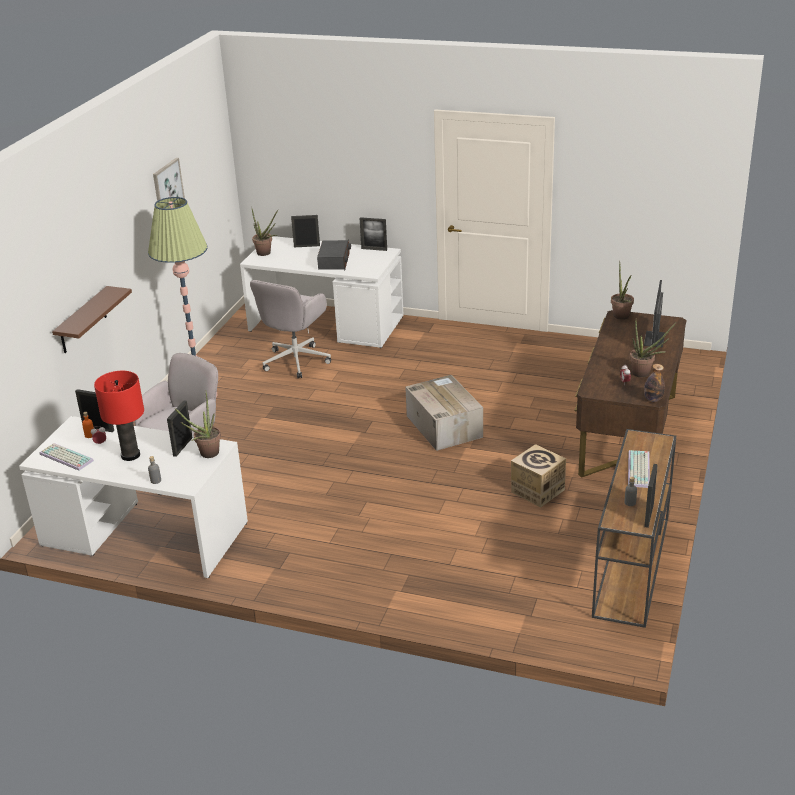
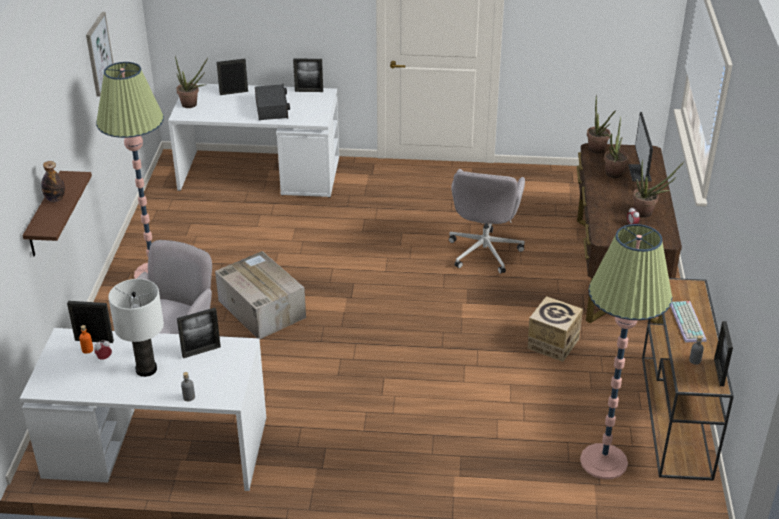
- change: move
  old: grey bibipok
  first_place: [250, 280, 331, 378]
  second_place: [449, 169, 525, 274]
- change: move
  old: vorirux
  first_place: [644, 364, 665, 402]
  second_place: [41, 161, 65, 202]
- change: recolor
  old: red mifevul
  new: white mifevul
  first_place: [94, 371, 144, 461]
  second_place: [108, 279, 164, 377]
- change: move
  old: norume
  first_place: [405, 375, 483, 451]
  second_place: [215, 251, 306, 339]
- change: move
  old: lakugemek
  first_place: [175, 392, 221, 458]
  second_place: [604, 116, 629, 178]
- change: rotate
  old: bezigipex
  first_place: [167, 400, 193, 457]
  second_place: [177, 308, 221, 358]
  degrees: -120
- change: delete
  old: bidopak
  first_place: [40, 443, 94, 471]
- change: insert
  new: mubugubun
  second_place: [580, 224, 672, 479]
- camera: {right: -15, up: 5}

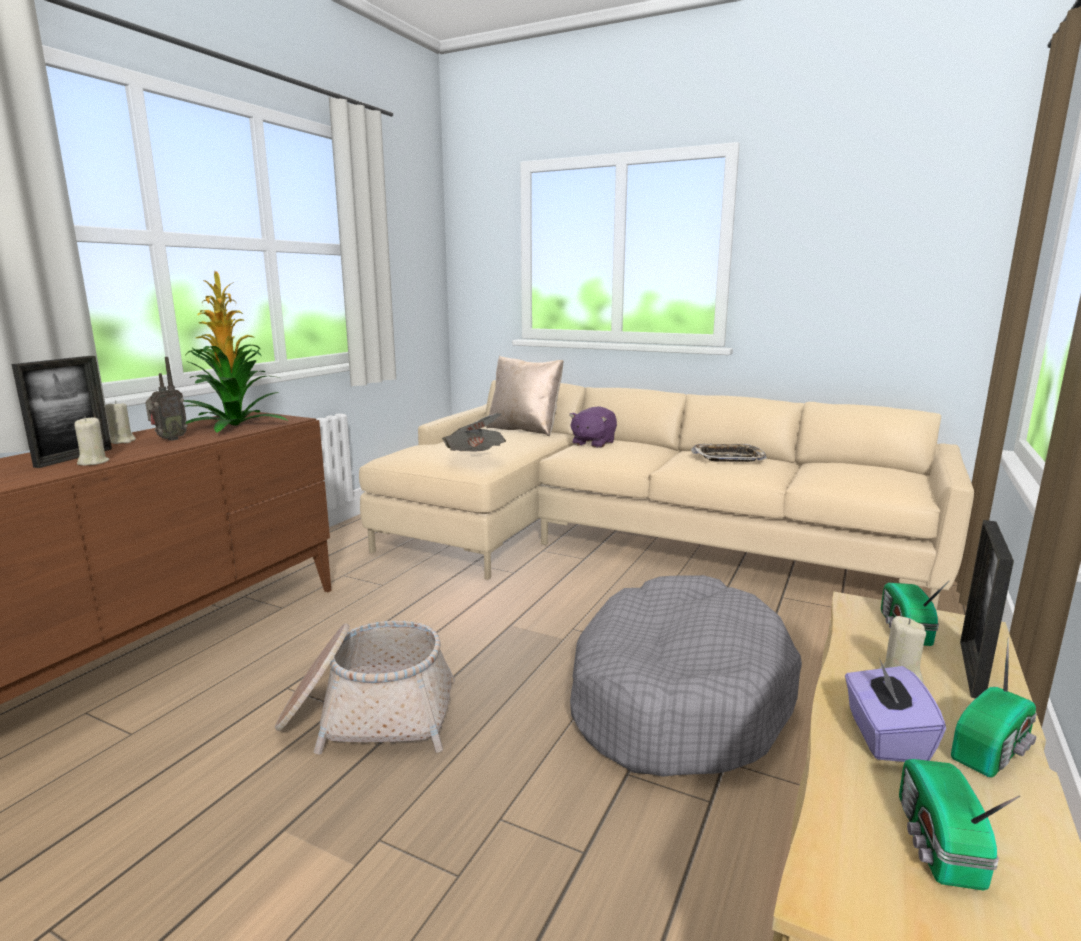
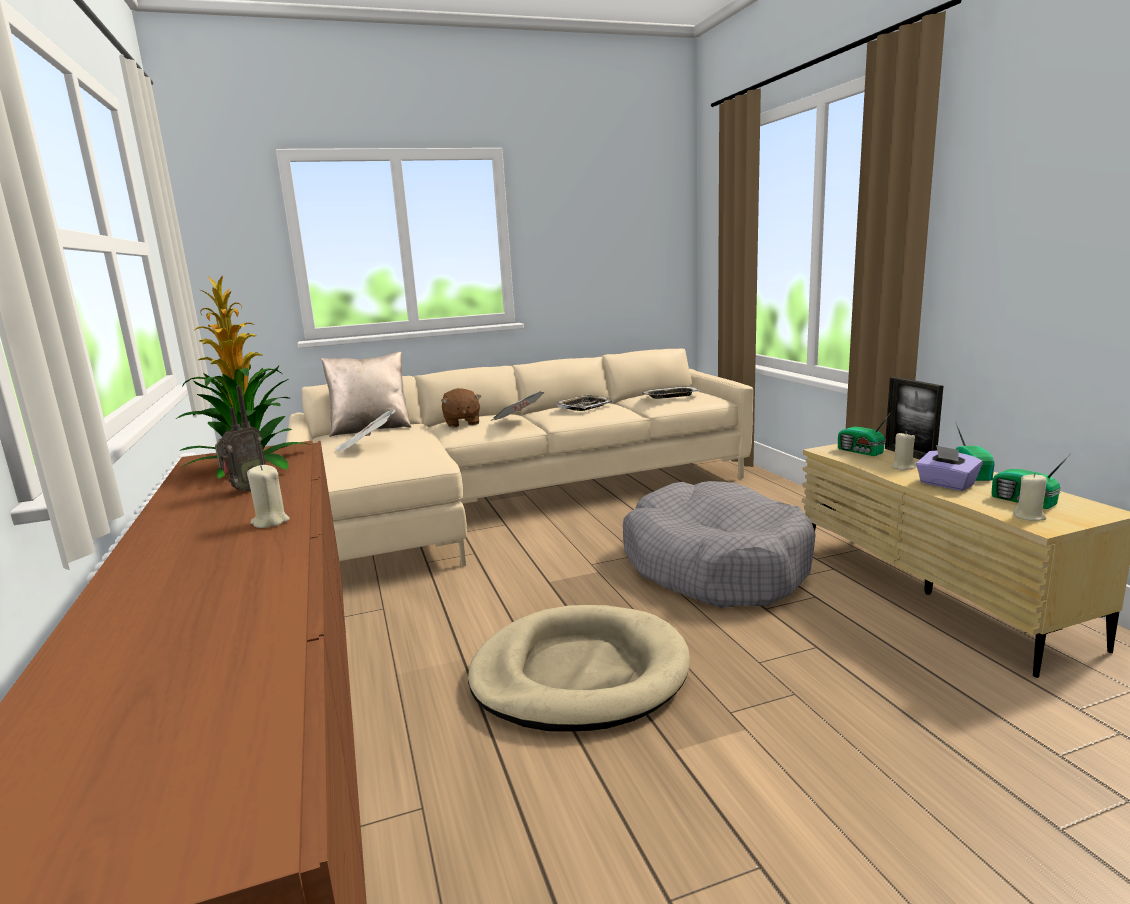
- change: delete
  old: bezigipex
  first_place: [12, 356, 112, 468]
- change: rotate
  old: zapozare
  first_place: [145, 357, 188, 441]
  second_place: [215, 386, 266, 492]
  degrees: 45
- change: move
  old: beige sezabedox
  first_place: [105, 400, 136, 444]
  second_place: [1013, 473, 1047, 521]
- change: recolor
  old: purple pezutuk
  new: brown pezutuk
  first_place: [569, 407, 617, 448]
  second_place: [441, 388, 482, 428]
- change: move
  old: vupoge
  first_place: [442, 429, 506, 452]
  second_place: [490, 391, 544, 421]
- change: replace
  old: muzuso
  new: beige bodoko
  first_place: [275, 621, 455, 755]
  second_place: [468, 605, 690, 732]
- change: insert
  new: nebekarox
  second_place: [642, 386, 700, 399]
- camera: {right: -45, up: 0}

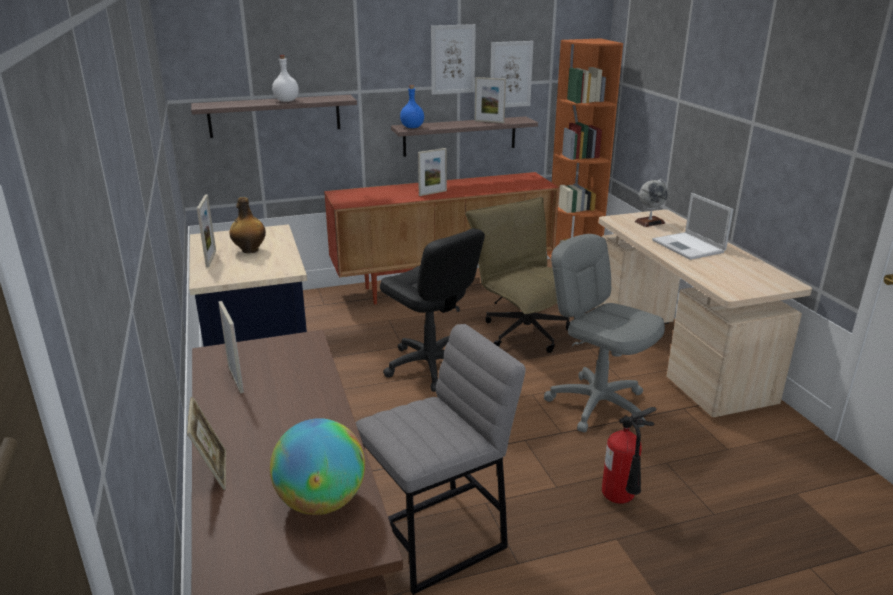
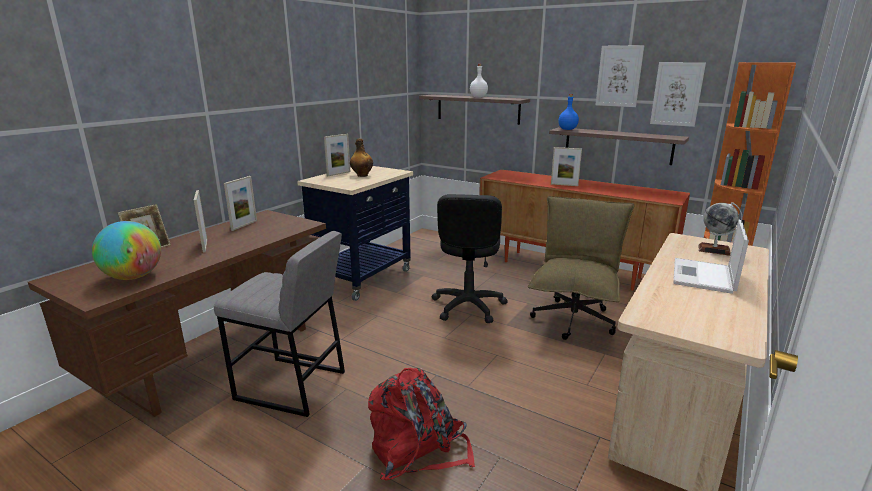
- change: move
  old: bezigipex
  first_place: [475, 77, 506, 123]
  second_place: [194, 190, 207, 253]
- change: delete
  old: grey bibipok
  first_place: [544, 234, 665, 432]
- change: replace
  old: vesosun
  new: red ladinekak
  first_place: [602, 407, 656, 504]
  second_place: [368, 368, 475, 481]
- camera: {right: 50, up: -5}

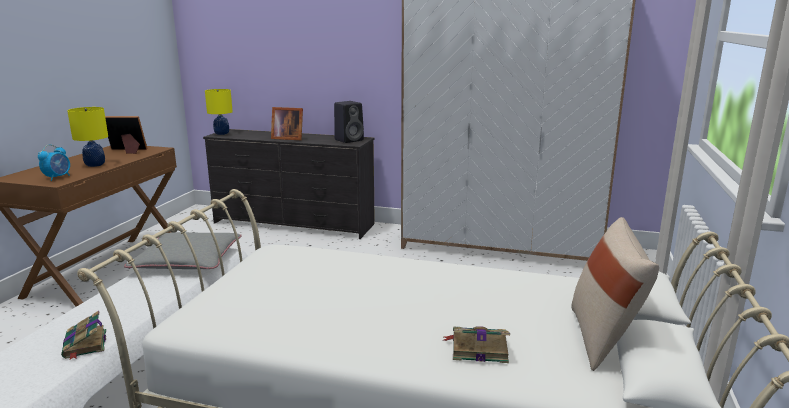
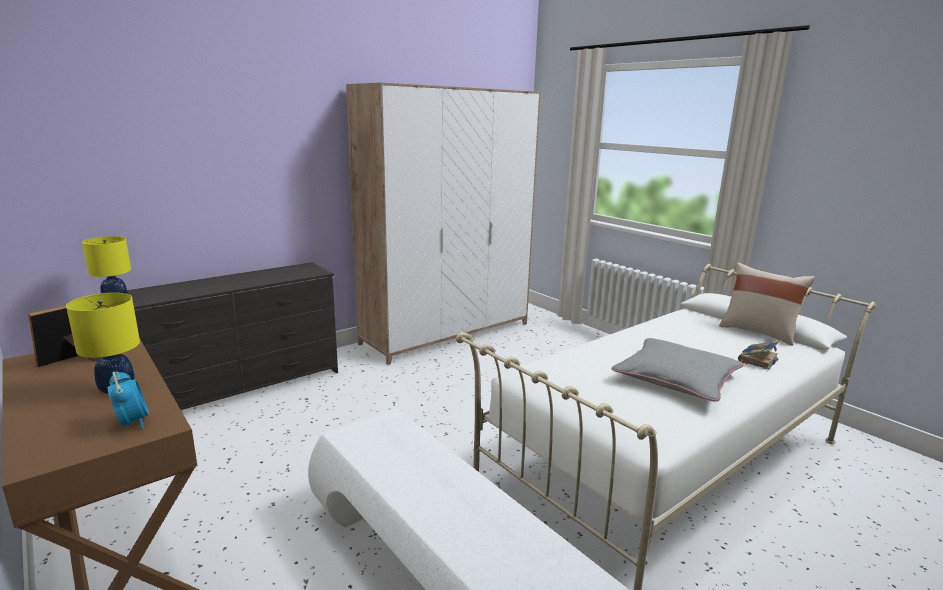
- change: delete
  old: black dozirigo
  first_place: [334, 101, 364, 143]
- change: delete
  old: bezigipex
  first_place: [271, 107, 303, 140]
- change: move
  old: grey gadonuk
  first_place: [124, 232, 242, 269]
  second_place: [612, 338, 744, 402]
- change: delete
  old: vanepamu
  first_place: [61, 311, 106, 360]
- camera: {right: -55, up: 0}

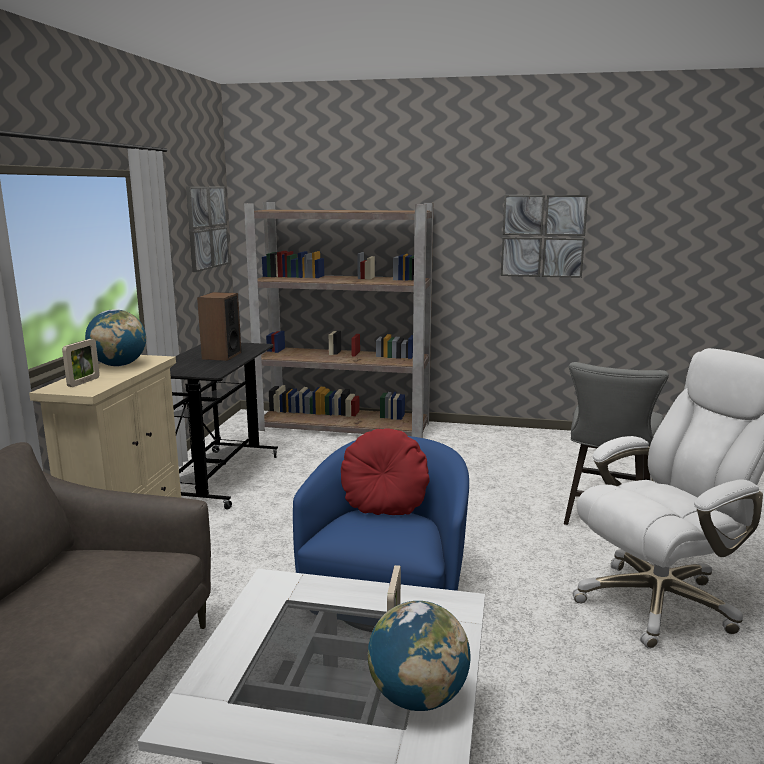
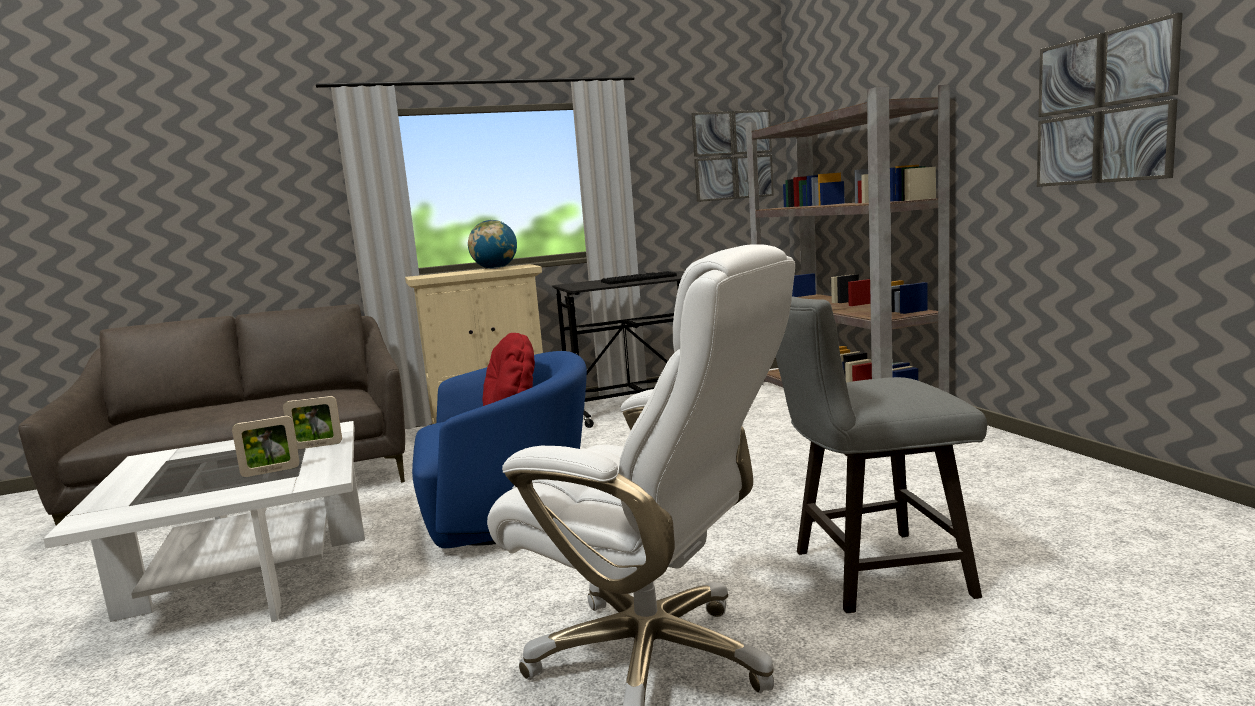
- change: replace
  old: dozirigo
  new: bidopak
  first_place: [197, 292, 242, 361]
  second_place: [601, 271, 677, 284]
- change: move
  old: bezigipex
  first_place: [62, 339, 100, 387]
  second_place: [283, 396, 342, 449]
- change: delete
  old: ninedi
  first_place: [367, 601, 470, 711]
- camera: {right: 60, up: -5}

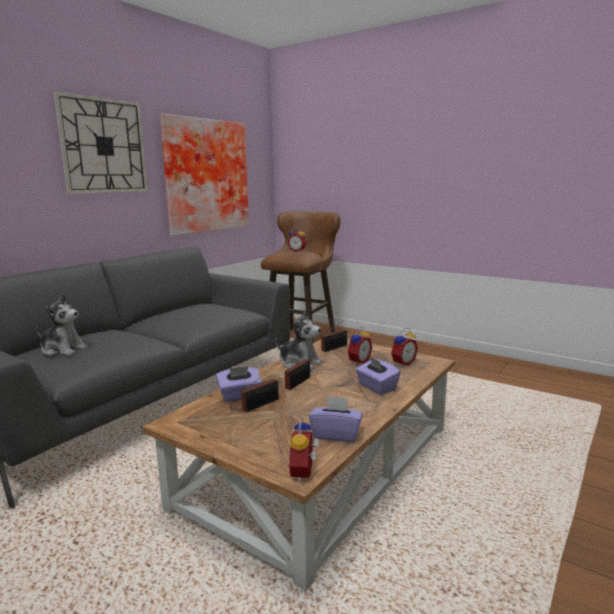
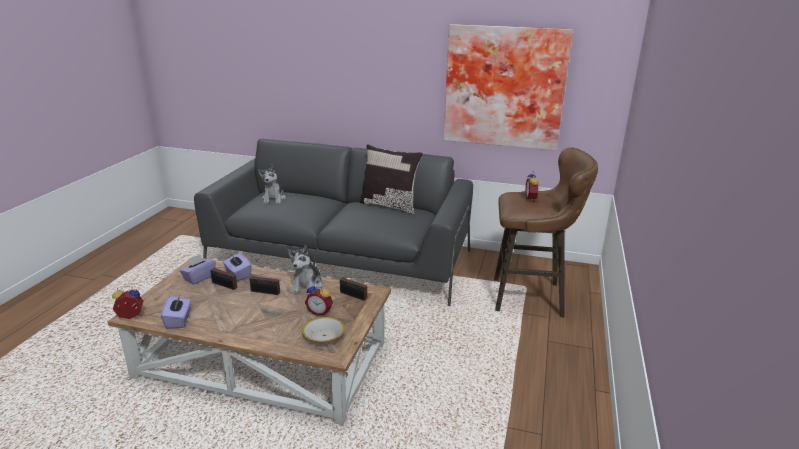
- change: delete
  old: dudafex
  first_place: [53, 91, 148, 194]
- change: replace
  old: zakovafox
  new: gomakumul
  first_place: [391, 328, 418, 367]
  second_place: [302, 317, 345, 343]
- change: move
  old: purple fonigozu
  first_place: [356, 356, 401, 395]
  second_place: [180, 254, 216, 285]
- change: insert
  new: gadonuk
  second_place: [360, 144, 423, 214]
- camera: {right: 70, up: 10}

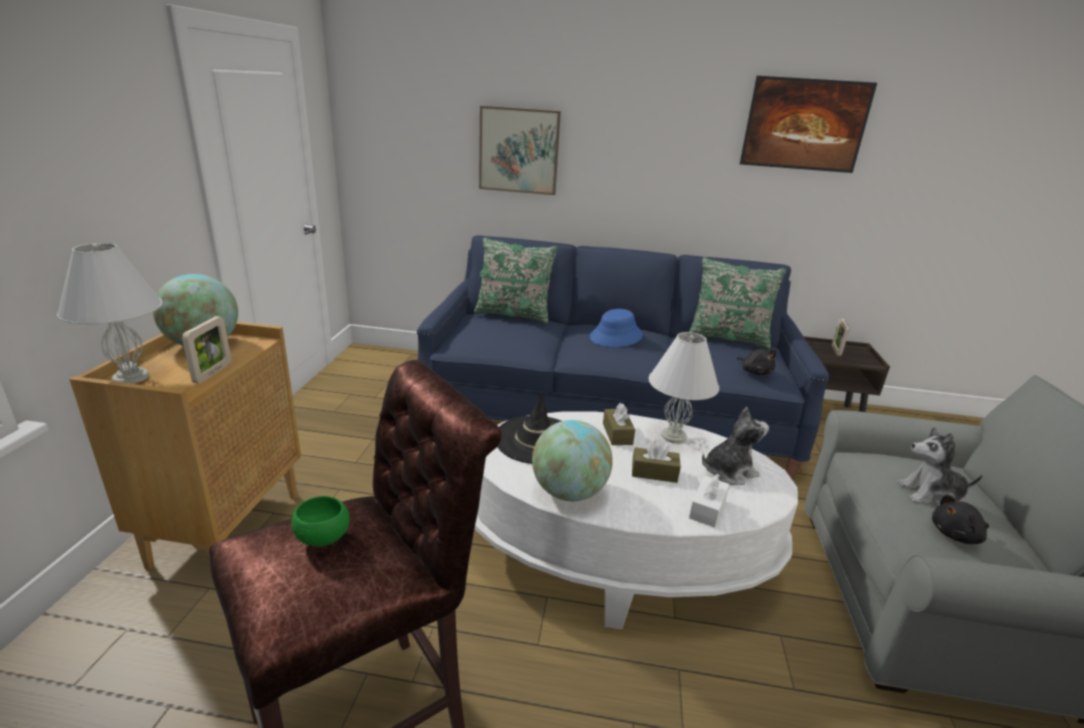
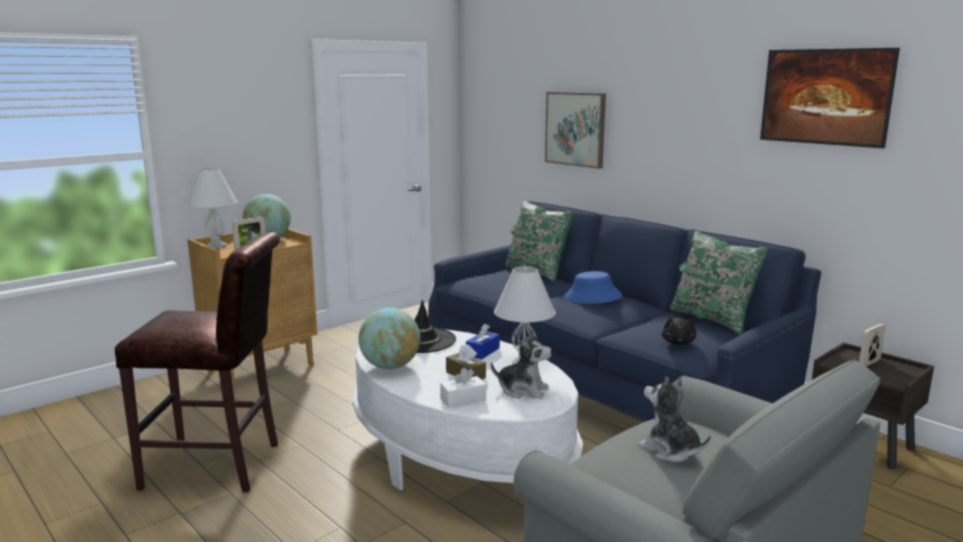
- change: recolor
  old: brown fonigozu
  new: blue fonigozu
  first_place: [603, 403, 635, 445]
  second_place: [466, 324, 500, 359]
- change: delete
  old: black pezutuk
  first_place: [932, 494, 989, 544]
- change: delete
  old: green gomakumul
  first_place: [291, 496, 350, 547]
- camera: {right: 40, up: -10}

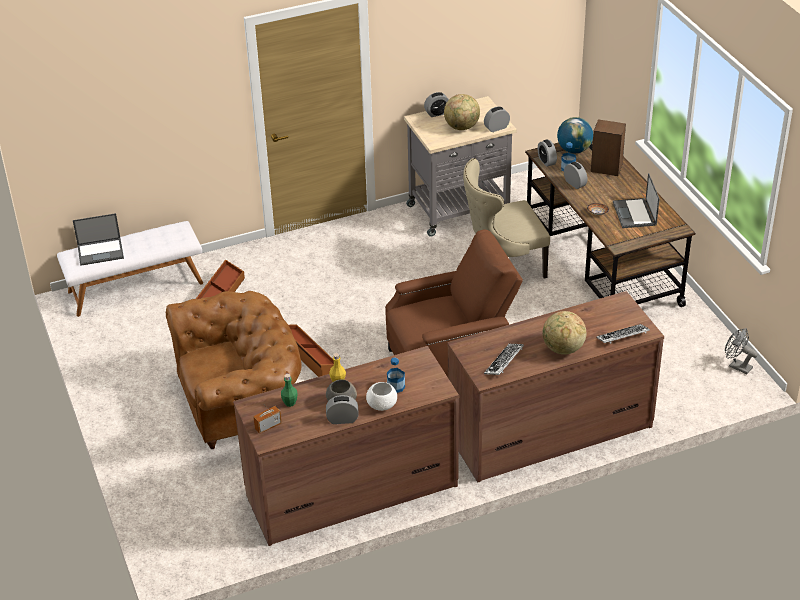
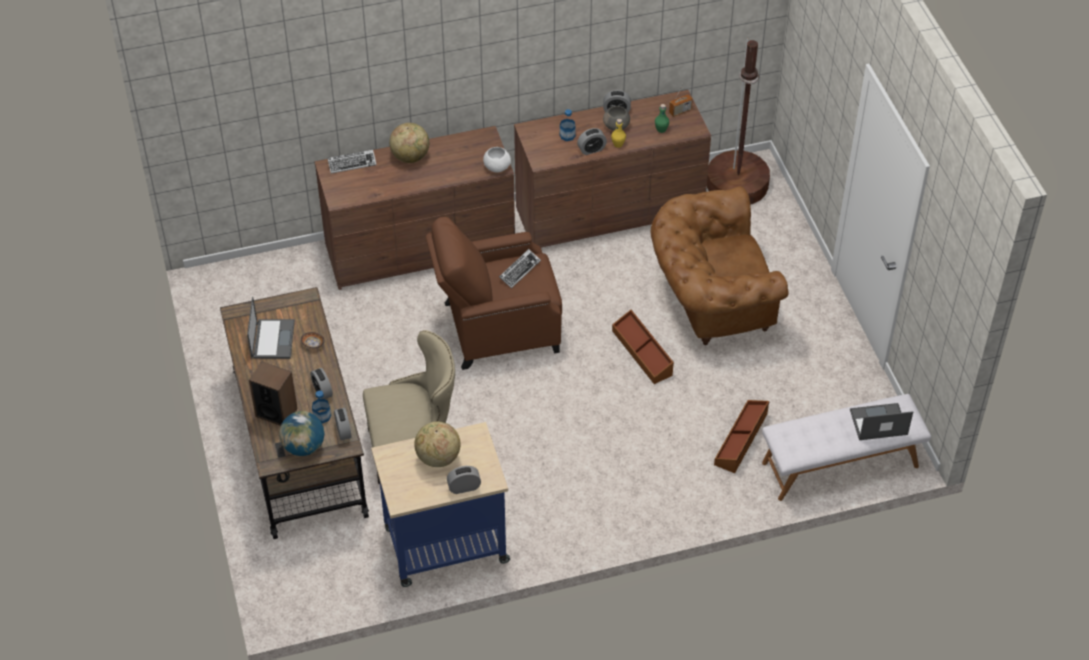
- change: recolor
  old: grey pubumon
  new: blue pubumon
  first_place: [404, 96, 517, 237]
  second_place: [371, 422, 510, 587]
- change: move
  old: zakovafox
  first_place: [484, 106, 510, 132]
  second_place: [577, 128, 607, 155]
- change: delete
  old: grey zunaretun
  first_place: [725, 328, 758, 374]
- change: move
  old: bidopak
  first_place: [484, 344, 524, 375]
  second_place: [499, 249, 541, 288]
- change: move
  old: white gomakumul
  first_place: [366, 382, 397, 411]
  second_place: [483, 147, 511, 173]
- change: insert
  new: brown mubugubun
  second_place: [707, 38, 770, 205]
- camera: {right: -175, up: 10}

